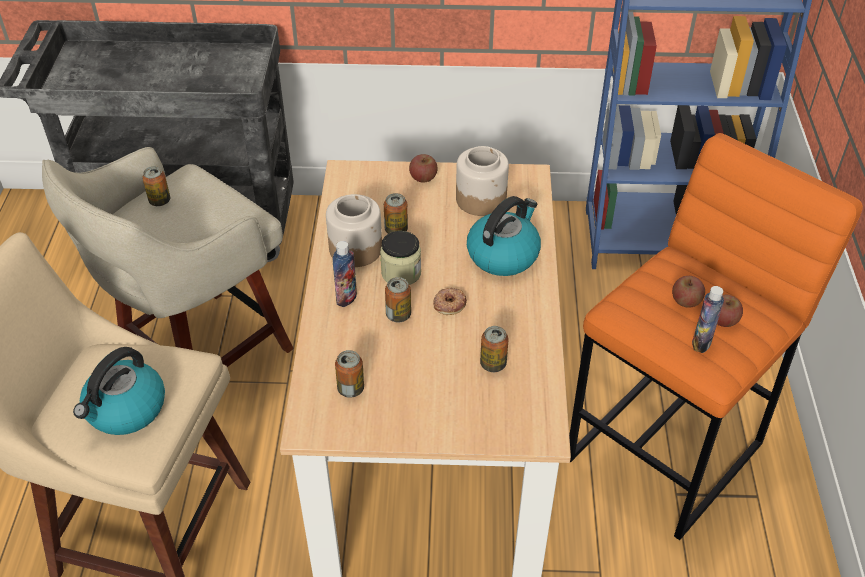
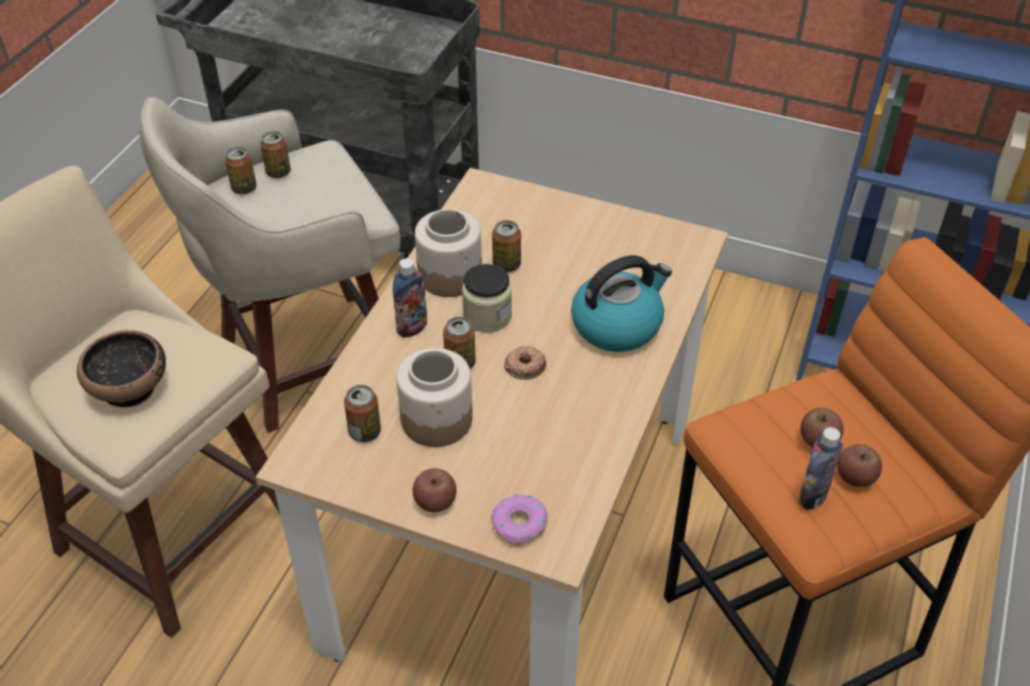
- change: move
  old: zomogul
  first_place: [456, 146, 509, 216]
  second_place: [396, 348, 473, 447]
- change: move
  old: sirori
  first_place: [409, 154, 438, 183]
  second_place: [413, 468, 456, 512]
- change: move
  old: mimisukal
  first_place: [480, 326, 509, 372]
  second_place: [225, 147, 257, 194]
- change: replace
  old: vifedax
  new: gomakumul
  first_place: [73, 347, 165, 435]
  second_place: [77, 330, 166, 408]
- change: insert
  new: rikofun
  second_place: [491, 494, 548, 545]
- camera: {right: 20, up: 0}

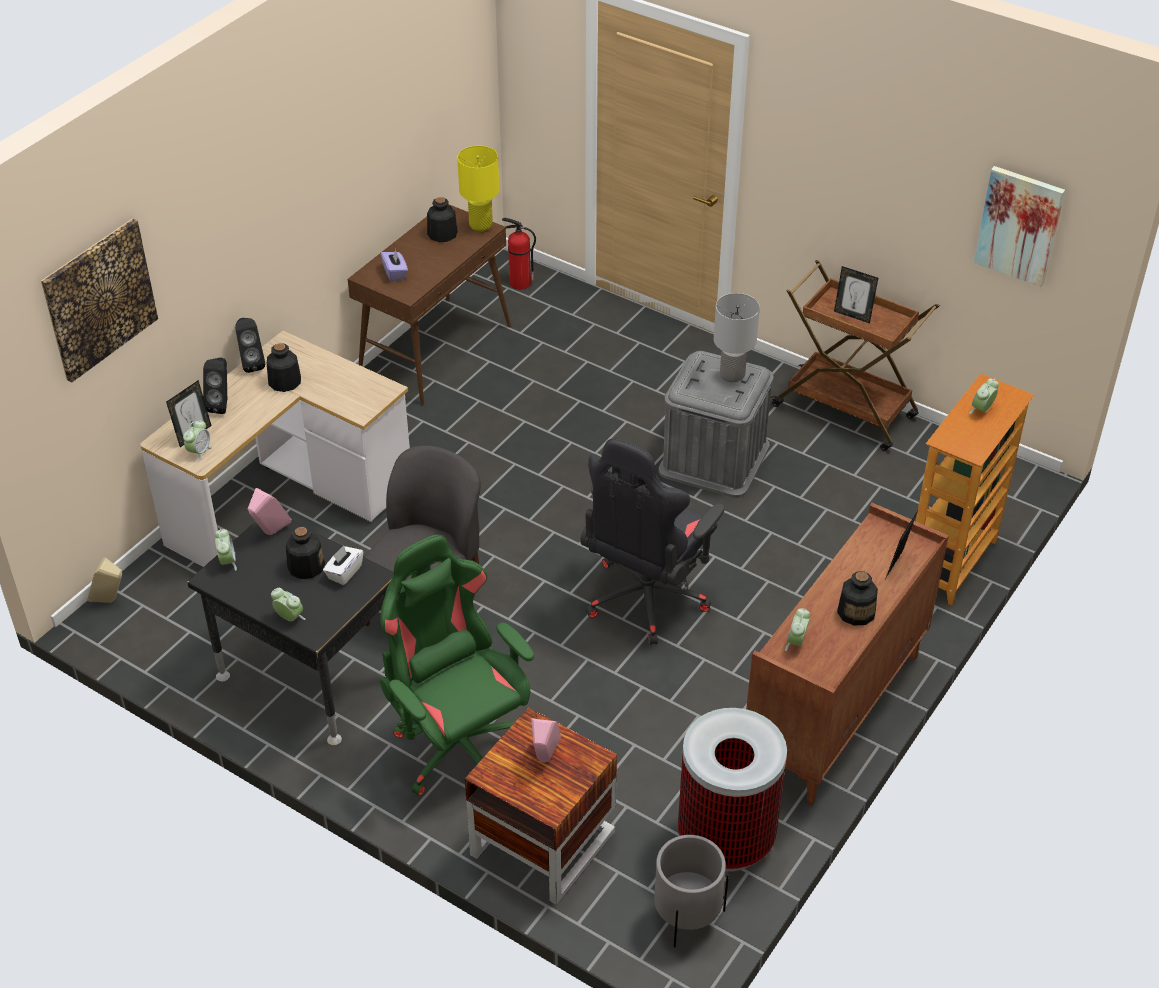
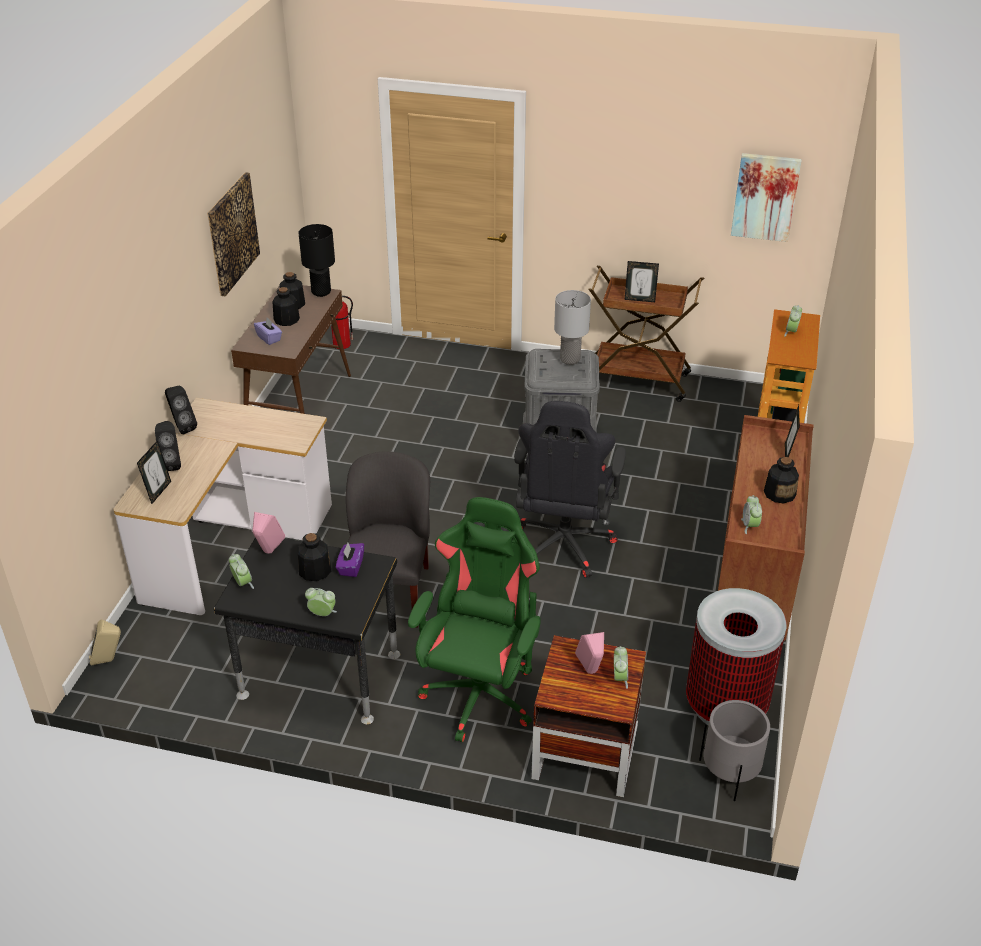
- change: recolor
  old: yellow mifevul
  new: black mifevul
  first_place: [457, 146, 499, 231]
  second_place: [298, 224, 335, 297]
- change: move
  old: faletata
  first_place: [41, 219, 158, 382]
  second_place: [207, 172, 260, 296]
- change: move
  old: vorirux
  first_place: [267, 343, 301, 392]
  second_place: [272, 287, 300, 326]
- change: move
  old: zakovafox
  first_place: [183, 420, 212, 462]
  second_place: [614, 646, 628, 689]
- change: rotate
  old: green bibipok
  first_place: [380, 535, 534, 796]
  second_place: [408, 497, 541, 742]
  degrees: 75
- change: recolor
  old: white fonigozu
  new: purple fonigozu
  first_place: [323, 545, 363, 585]
  second_place: [336, 543, 364, 577]
- camera: {right: -20, up: -5}

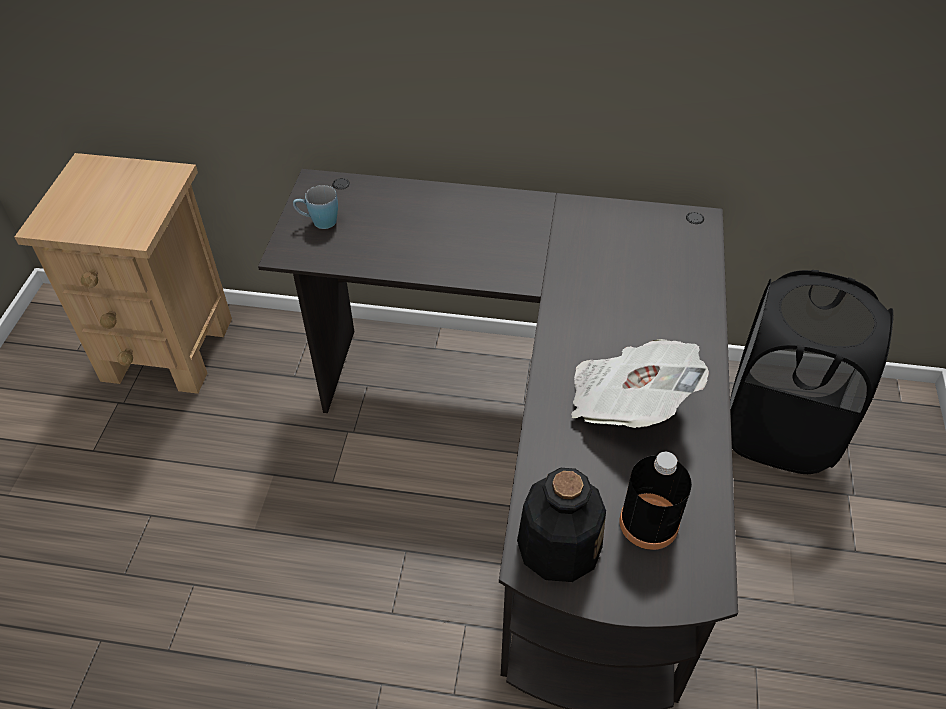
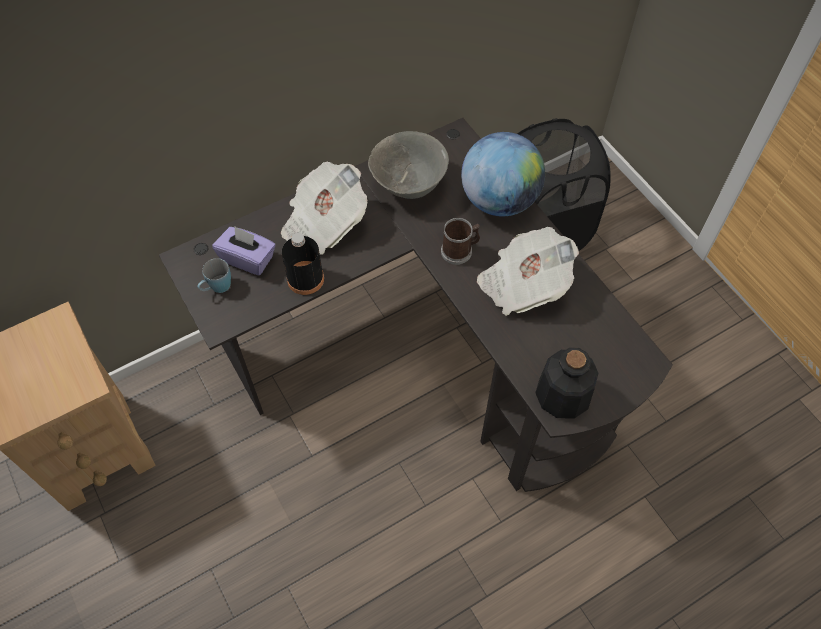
- change: move
  old: black vorirux
  first_place: [620, 452, 692, 550]
  second_place: [282, 233, 324, 295]
- change: insert
  new: grey gomakumul
  second_place: [368, 131, 449, 199]
- change: insert
  new: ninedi
  second_place: [461, 132, 545, 216]
- change: insert
  new: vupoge
  second_place: [281, 161, 367, 255]
- change: insert
  new: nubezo
  second_place: [441, 218, 480, 265]
- change: insert
  new: purple fonigozu
  second_place: [212, 227, 276, 276]
- camera: {right: -40, up: 10}

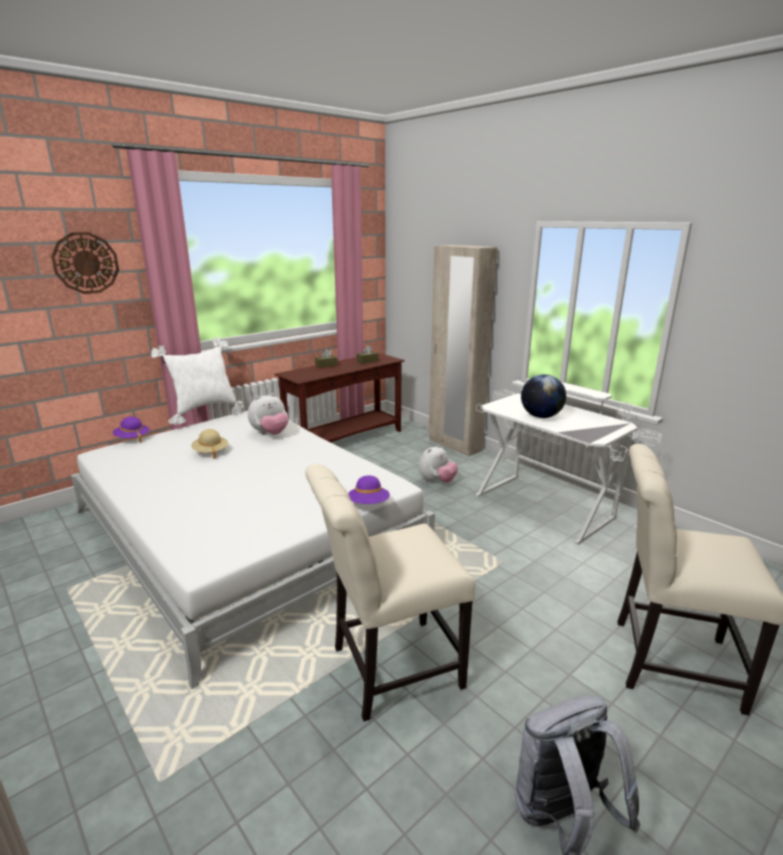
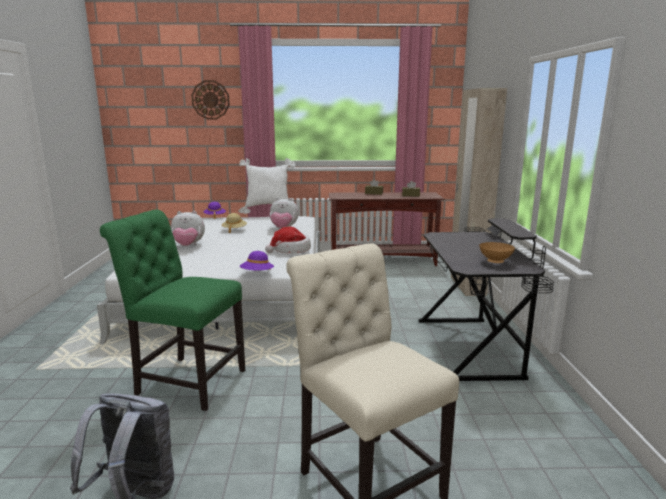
- change: delete
  old: ninedi
  first_place: [521, 374, 566, 418]
- change: recolor
  old: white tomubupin
  new: black tomubupin
  first_place: [476, 382, 662, 545]
  second_place: [419, 218, 554, 381]
- change: move
  old: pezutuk
  first_place: [419, 444, 458, 483]
  second_place: [171, 211, 205, 246]
- change: recolor
  old: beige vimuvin
  new: green vimuvin
  first_place: [305, 464, 475, 721]
  second_place: [100, 210, 245, 411]
- change: insert
  new: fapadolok
  second_place: [265, 226, 311, 254]
- change: insert
  new: brown gomakumul
  second_place: [479, 242, 515, 263]
- camera: {right: 40, up: -5}

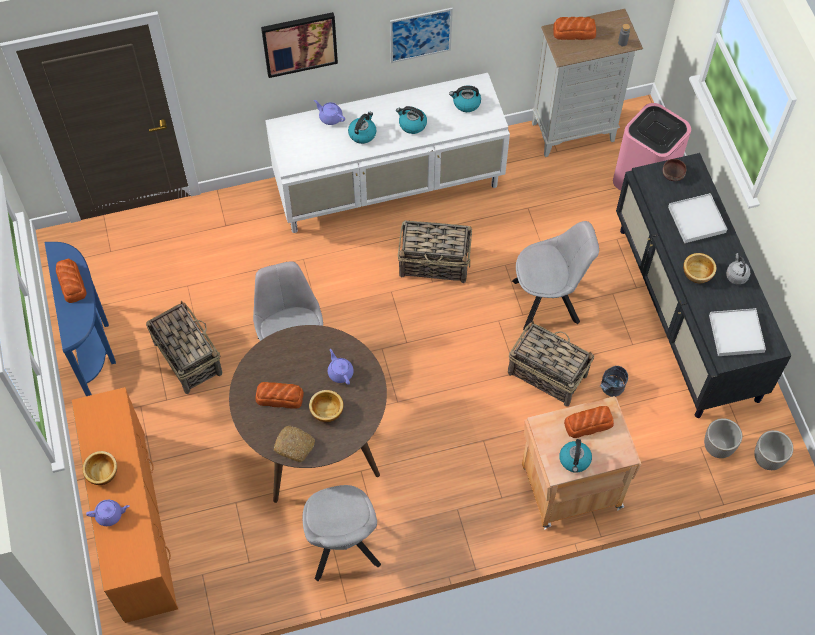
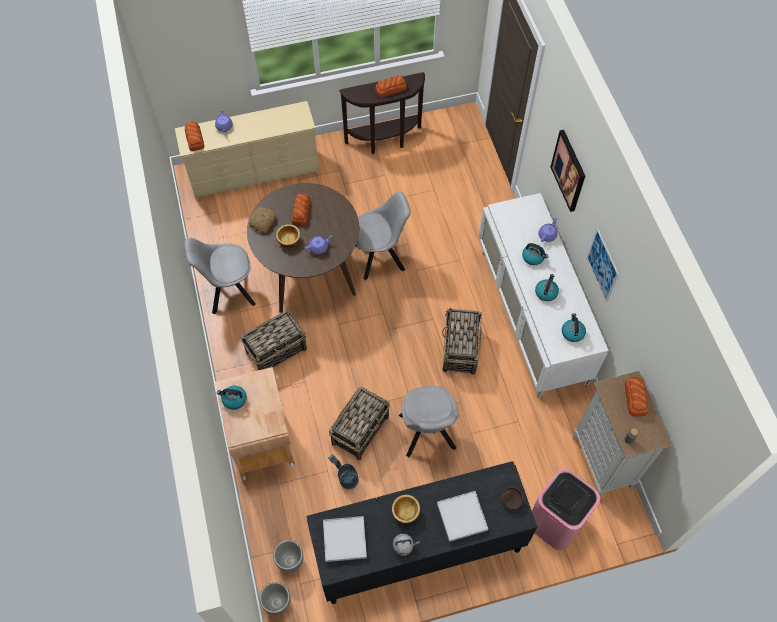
- change: recolor
  old: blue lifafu
  new: brown lifafu
  first_place: [45, 242, 116, 396]
  second_place: [339, 72, 425, 154]
- change: move
  old: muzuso
  first_place: [146, 301, 222, 394]
  second_place: [241, 310, 307, 370]
- change: recolor
  old: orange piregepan
  new: beige piregepan
  first_place: [71, 387, 178, 623]
  second_place: [175, 101, 319, 201]
- change: move
  old: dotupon
  first_place: [564, 406, 614, 438]
  second_place: [185, 121, 204, 151]
- change: delete
  old: gomakumul
  first_place: [82, 451, 117, 485]
- camera: {right: 90, up: 0}

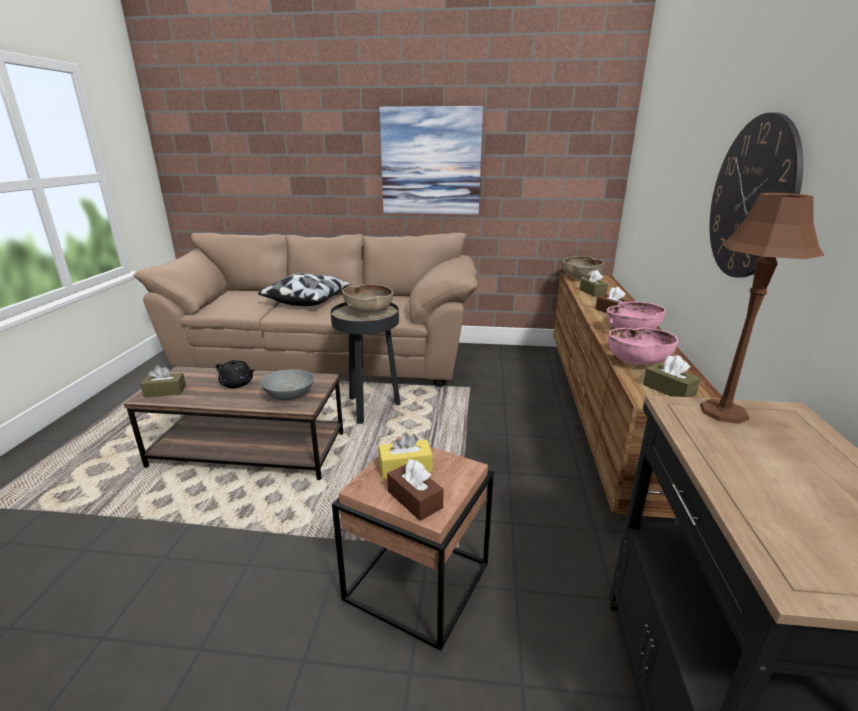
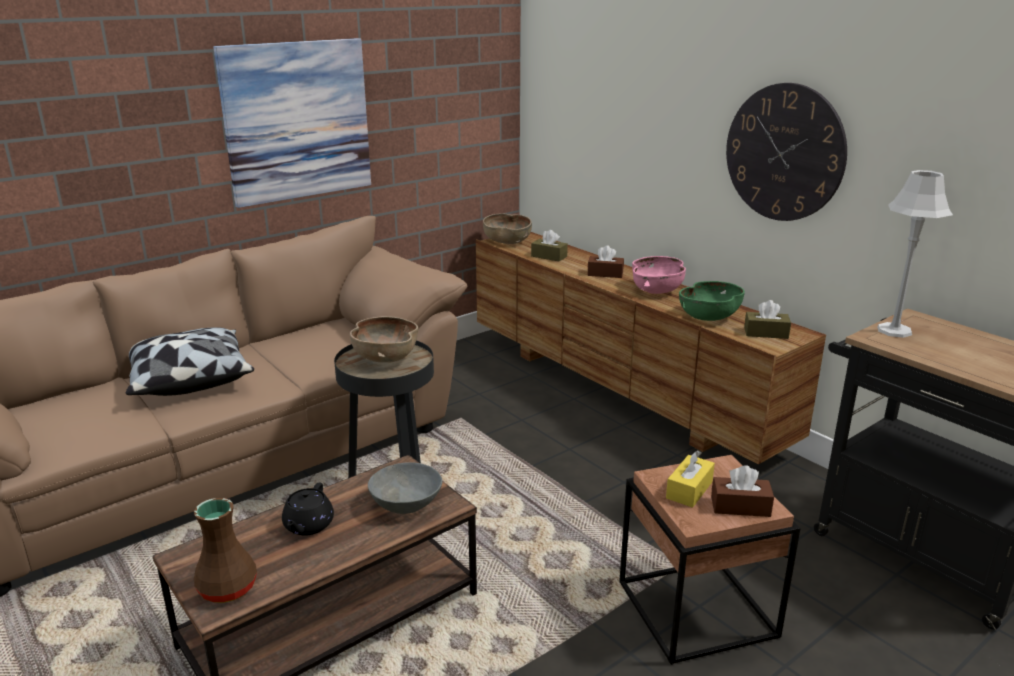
- change: recolor
  old: brown mifevul
  new: grey mifevul
  first_place: [700, 193, 825, 424]
  second_place: [877, 170, 953, 338]
- change: recolor
  old: pink gomakumul
  new: green gomakumul
  first_place: [608, 327, 679, 365]
  second_place: [679, 281, 745, 321]
- change: rotate
  old: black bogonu
  first_place: [216, 360, 255, 388]
  second_place: [282, 482, 334, 535]
  degrees: 120
- change: replace
  old: brown fonigozu
  new: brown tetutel
  first_place: [140, 365, 186, 397]
  second_place: [194, 498, 257, 603]
- camera: {right: -45, up: 0}

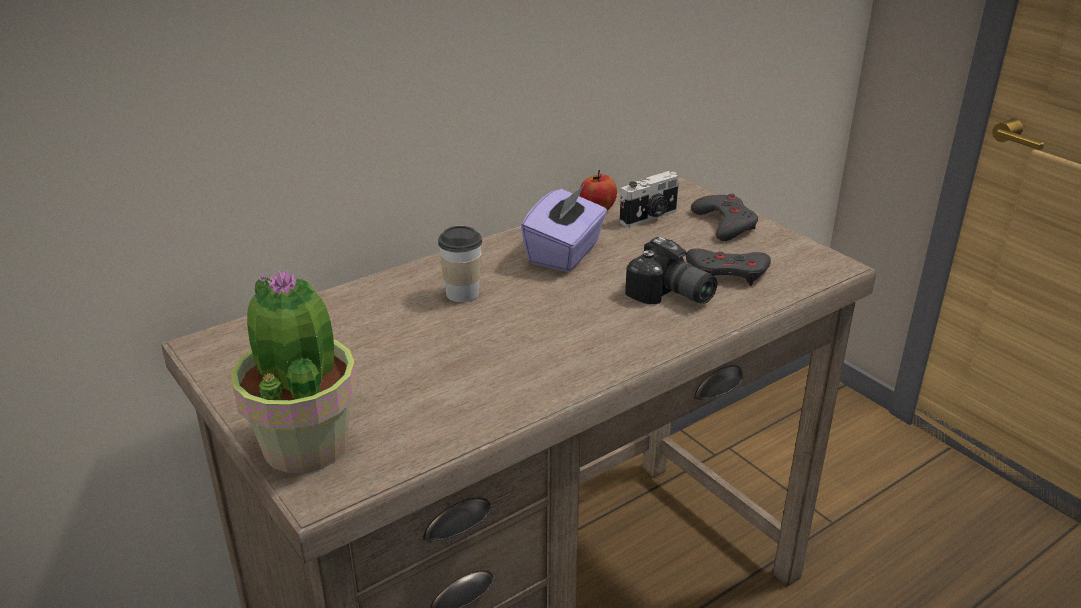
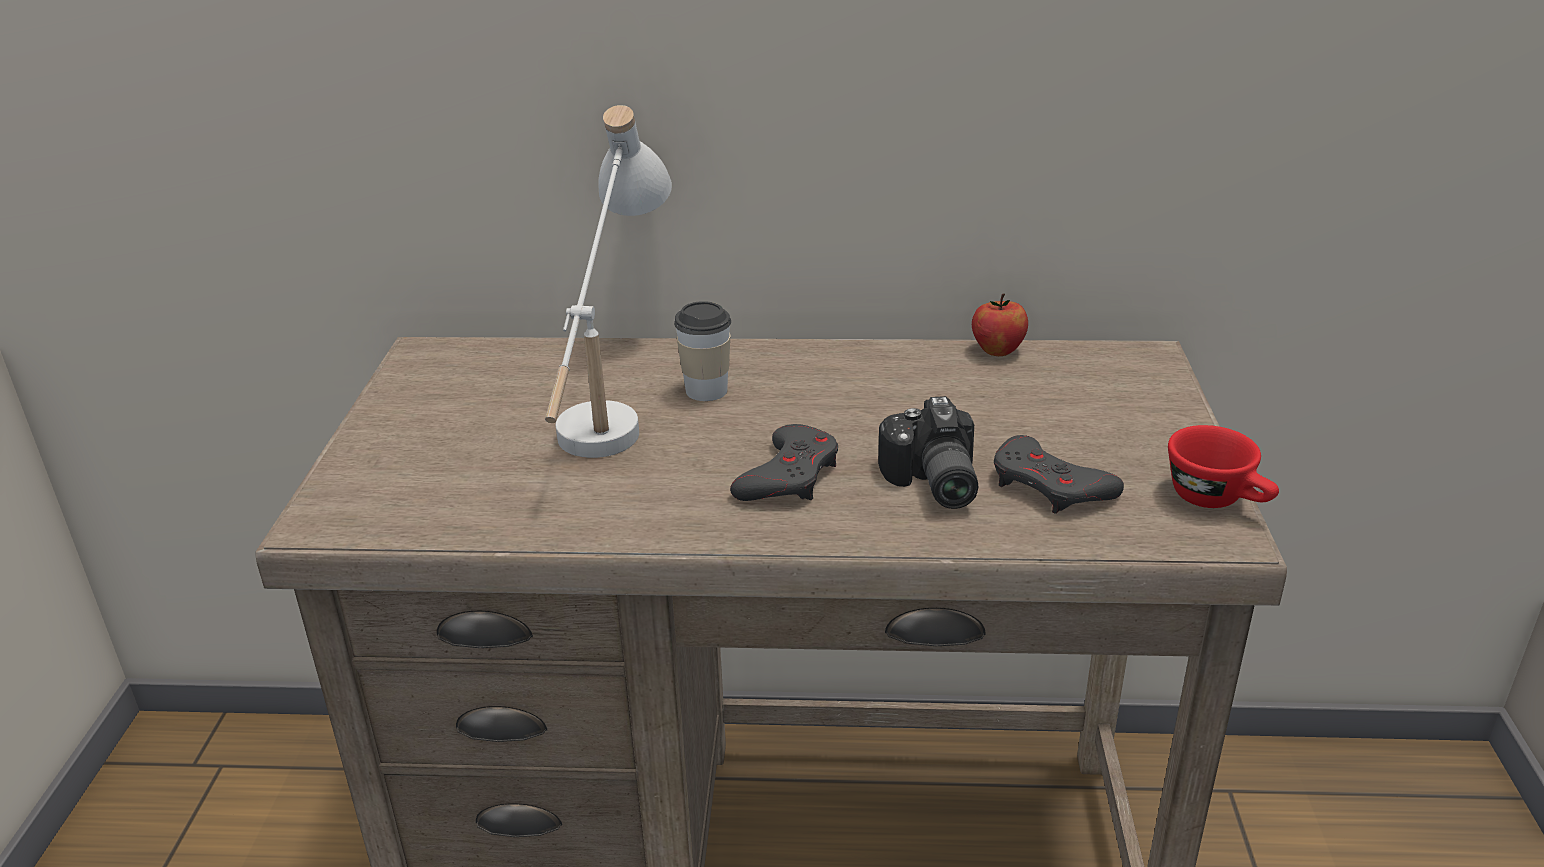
- change: delete
  old: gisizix
  first_place: [620, 171, 679, 227]
- change: delete
  old: purple fonigozu
  first_place: [521, 185, 607, 272]
- change: move
  old: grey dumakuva
  first_place: [691, 194, 758, 241]
  second_place: [730, 424, 838, 501]
- change: delete
  old: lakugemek
  first_place: [231, 269, 357, 473]
- change: insert
  new: white mifevul
  second_place: [545, 105, 672, 458]
- change: insert
  new: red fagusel
  second_place: [1168, 425, 1279, 508]
- camera: {right: 40, up: 0}

